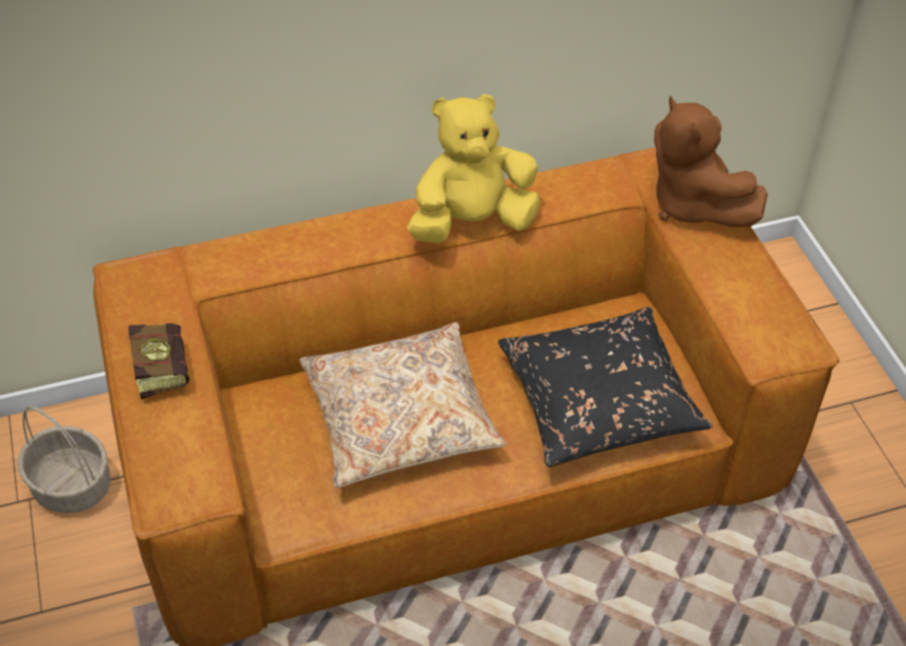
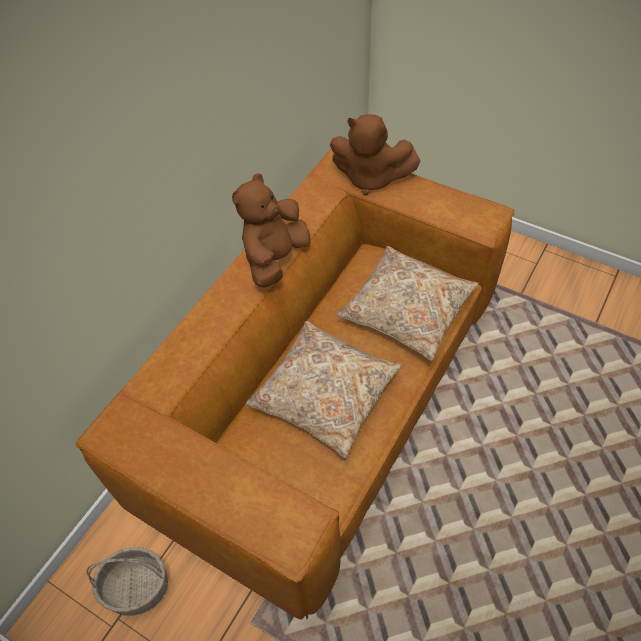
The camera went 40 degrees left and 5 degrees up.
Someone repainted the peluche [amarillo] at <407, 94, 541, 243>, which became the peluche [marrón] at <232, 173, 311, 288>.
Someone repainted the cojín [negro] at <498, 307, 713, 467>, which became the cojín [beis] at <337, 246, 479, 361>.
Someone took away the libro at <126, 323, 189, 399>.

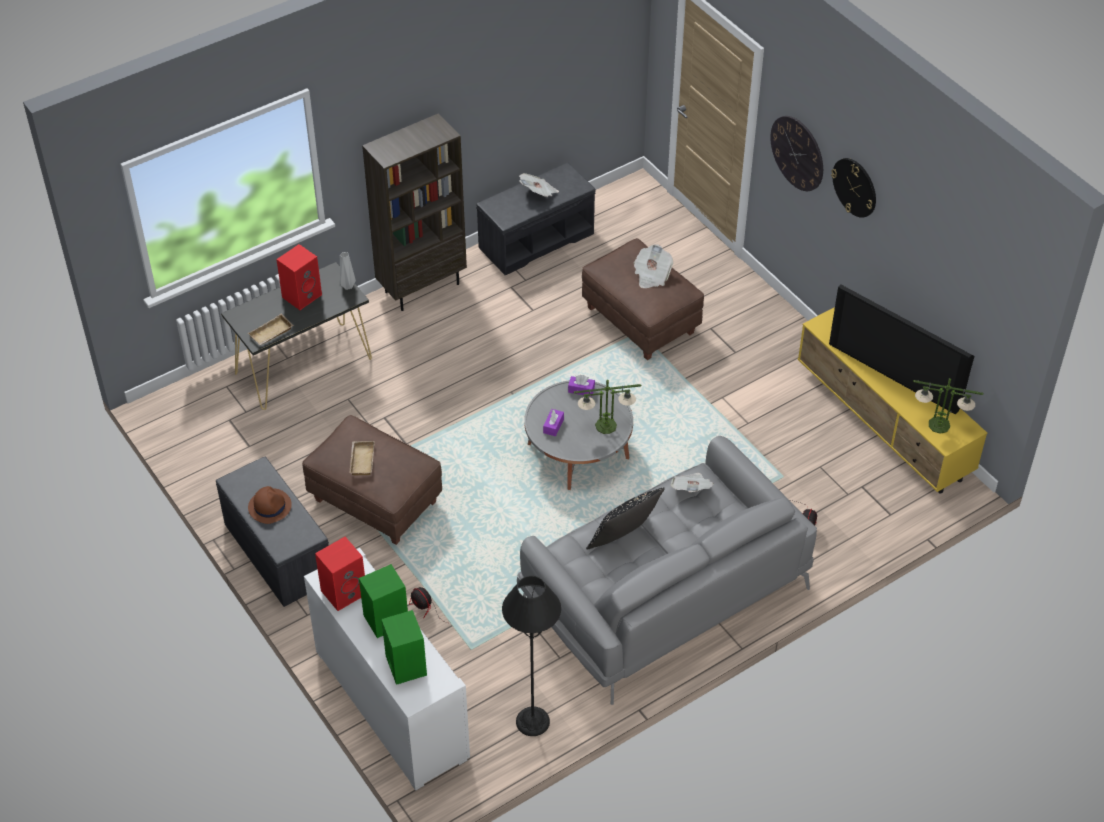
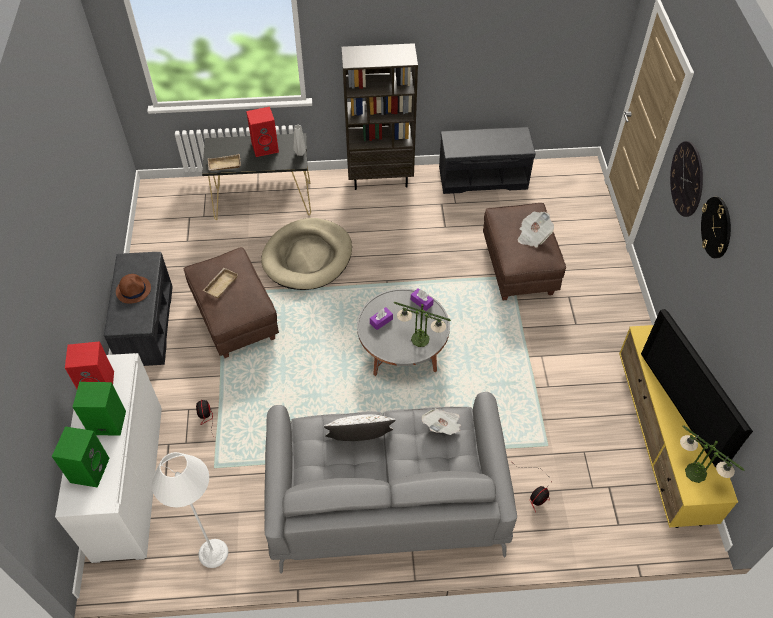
The camera went 30 degrees right and 5 degrees up.
Someone repainted the lámpara de pie [negro] at <502, 576, 561, 736>, which became the lámpara de pie [blanco] at <152, 452, 228, 568>.
Someone put down the cama para perro [beis] at <261, 218, 352, 290>.
Someone repainted the cojín [negro] at <586, 487, 665, 550>, which became the cojín [blanco] at <324, 415, 396, 441>.
Someone took away the periódico at <519, 173, 559, 197>.

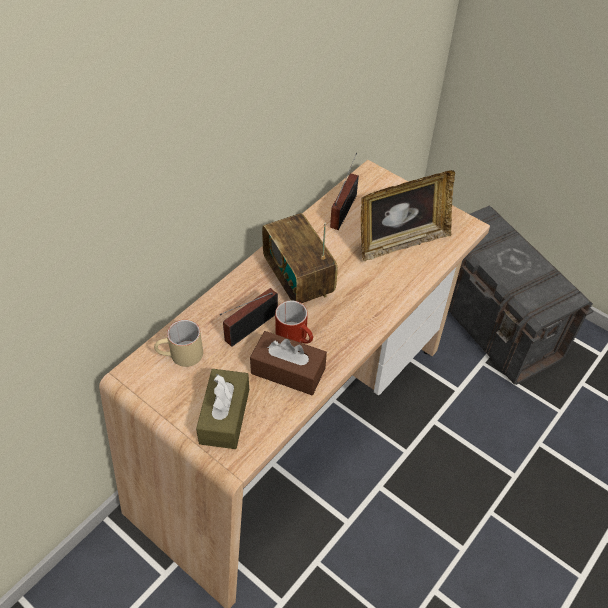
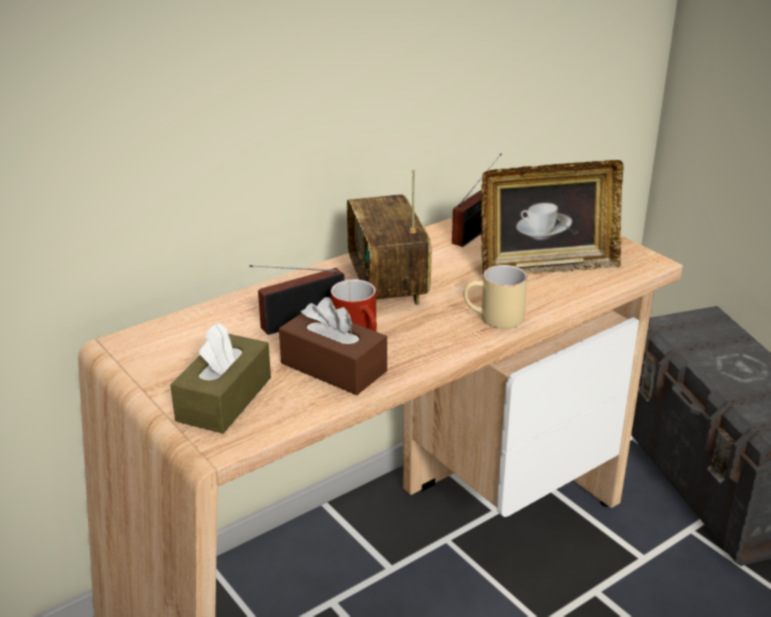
The camera went 15 degrees right and 20 degrees down.
Someone carried the taza grande [beis] from <154, 320, 203, 367> to <463, 265, 528, 329>.

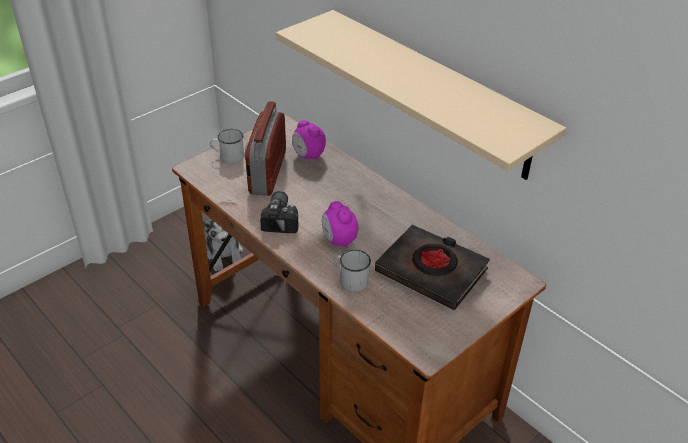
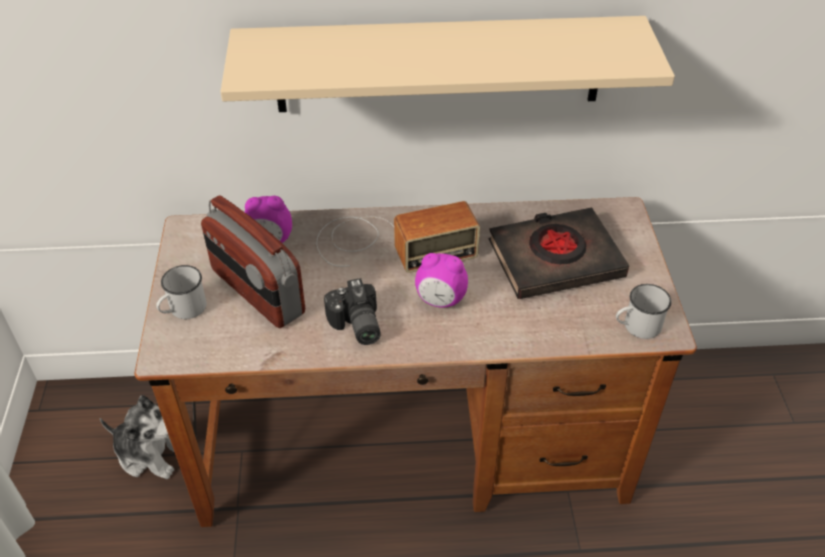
The camera went 50 degrees left and 5 degrees up.
Someone put down the radio at <316, 201, 480, 273>.
Someone rotated the cámara at <260, 191, 299, 233> by 150 degrees counterclockwise.
Someone carried the taza grande [blanco] from <334, 250, 371, 292> to <616, 284, 672, 339>.

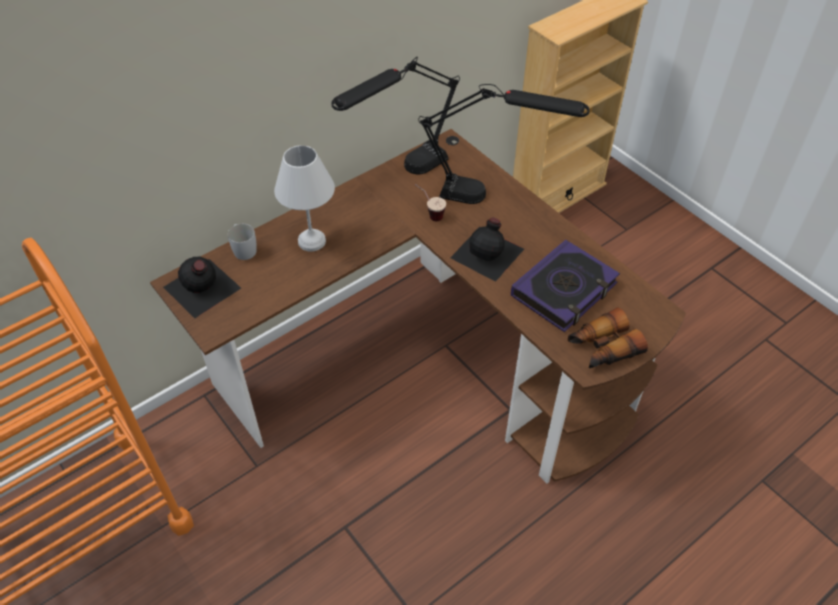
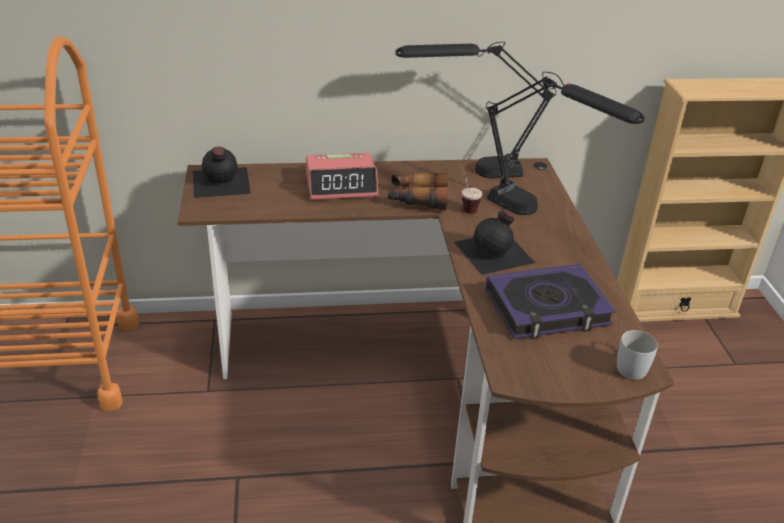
The camera went 30 degrees right and 15 degrees down.
Someone swapped the lámpara de mesa [blanco] at <274, 145, 335, 252> for the despertador at <306, 153, 378, 200>.
Someone carried the prismáticos from <568, 308, 648, 368> to <388, 172, 449, 211>.
Someone carried the taza grande [blanco] from <228, 224, 257, 260> to <617, 330, 658, 379>.

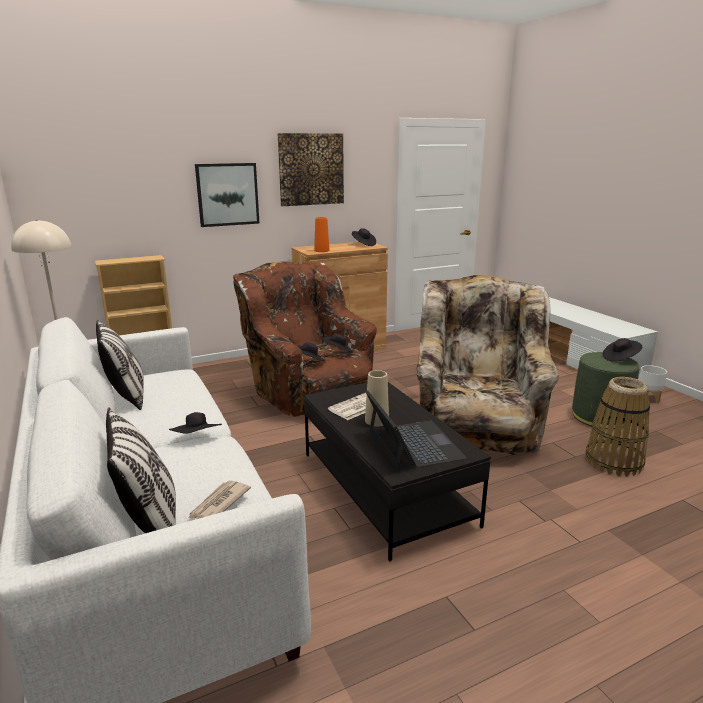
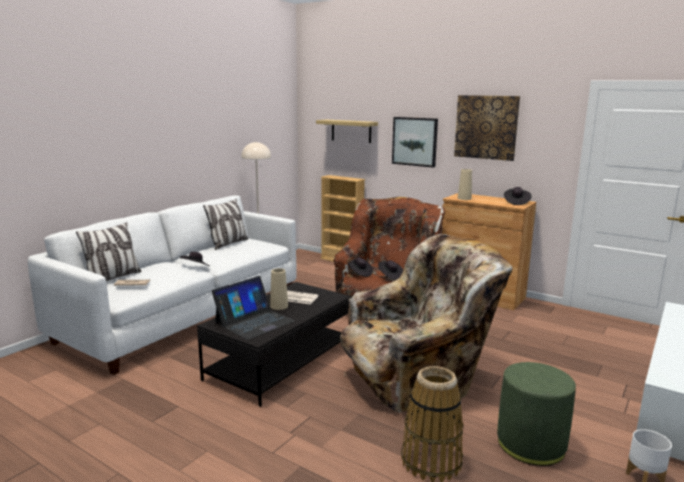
The camera went 60 degrees right and 5 degrees down.
Someone put up the estante at <316, 120, 378, 143>.
Someone repainted the florero [naranja] at <314, 217, 330, 252>, which became the florero [beis] at <458, 169, 472, 200>.
Someone took away the sombrero [negro] at <603, 338, 642, 362>.

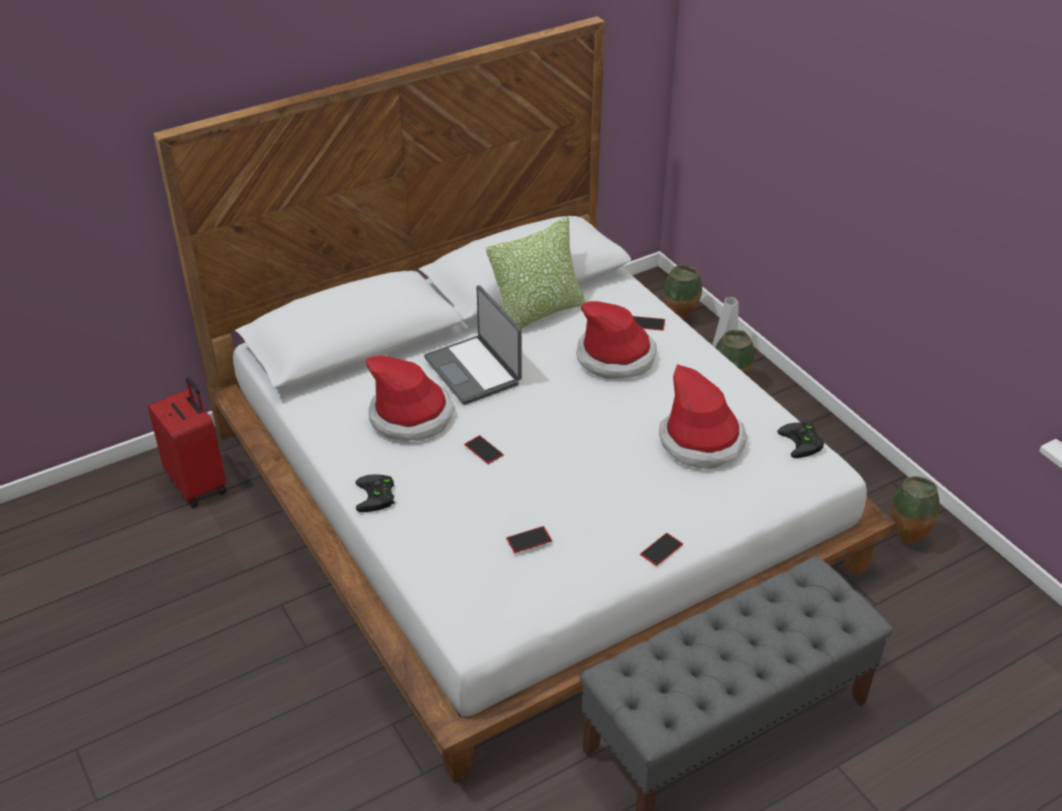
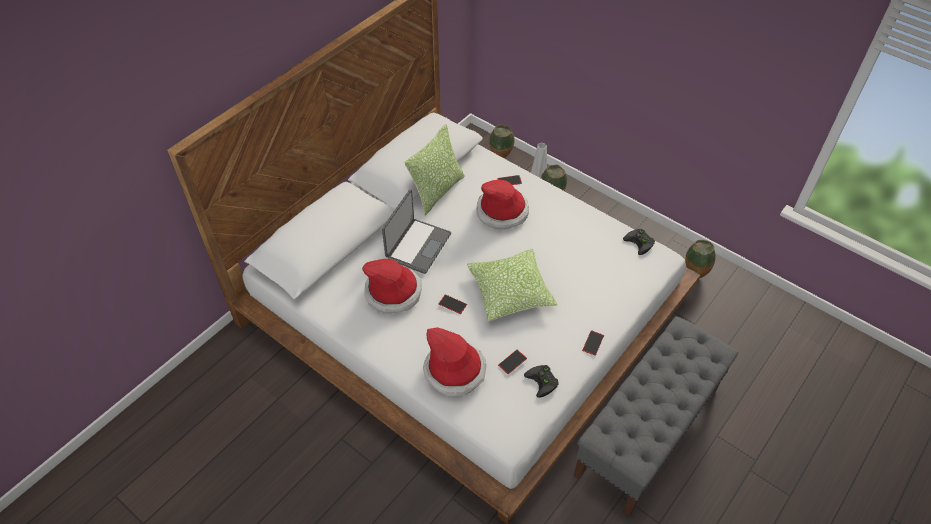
The camera went 20 degrees left and 10 degrees up.
Someone rotated the portátil at <424, 285, 522, 405> by 105 degrees counterclockwise.
Someone carried the sombrero from <659, 364, 747, 469> to <423, 327, 486, 397>.
Someone put down the cojín at <467, 249, 557, 321>.
Someone carried the mando de consola [negro] from <355, 474, 395, 512> to <524, 365, 559, 398>.
Someone took away the maleta [rojo] at <148, 377, 227, 508>.

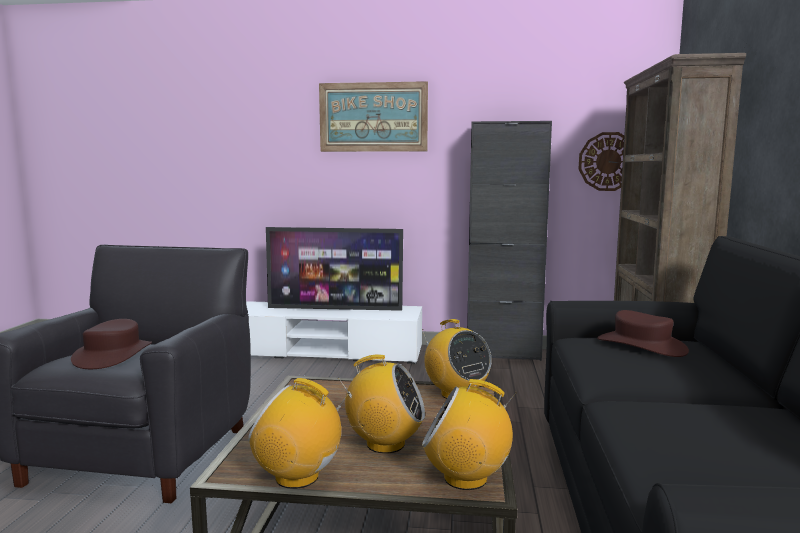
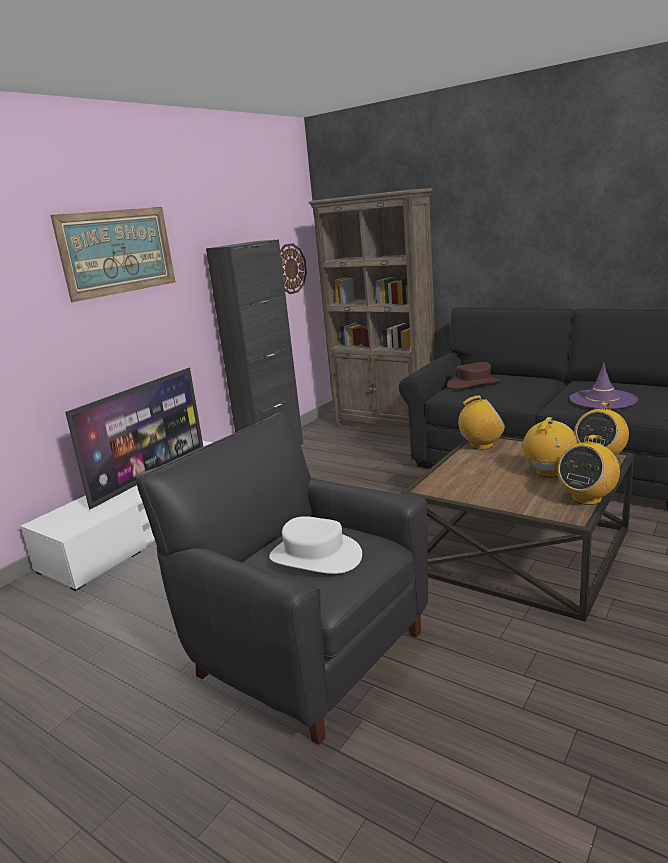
The camera went 60 degrees left and 10 degrees up.
Someone repainted the sombrero [marrón] at <71, 319, 152, 369>, which became the sombrero [blanco] at <269, 516, 362, 574>.
Someone put down the sombrero [morado] at <570, 363, 638, 409>.

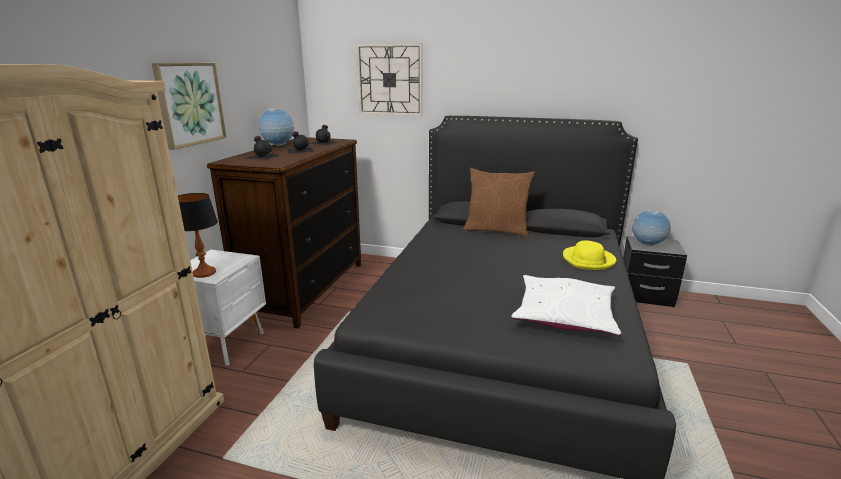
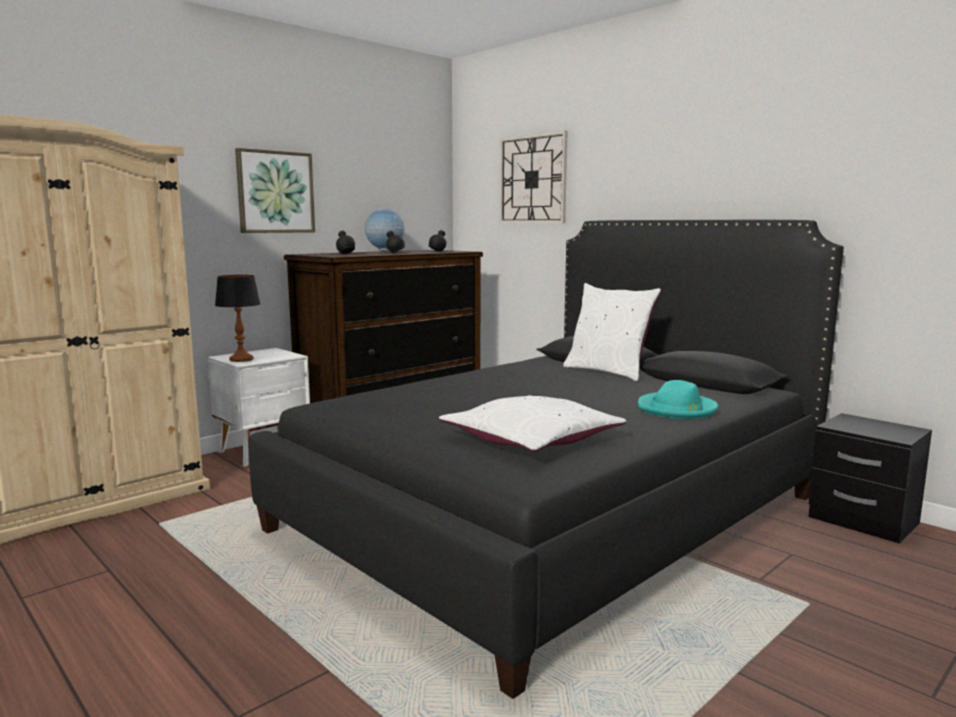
The camera went 30 degrees right and 10 degrees down.
Someone repainted the cojín [marrón] at <463, 168, 535, 237>, which became the cojín [blanco] at <563, 283, 661, 382>.
Someone repainted the sombrero [amarillo] at <563, 240, 616, 270>, which became the sombrero [turquesa] at <638, 380, 718, 419>.
Someone took away the globo terráqueo at <632, 209, 671, 246>.

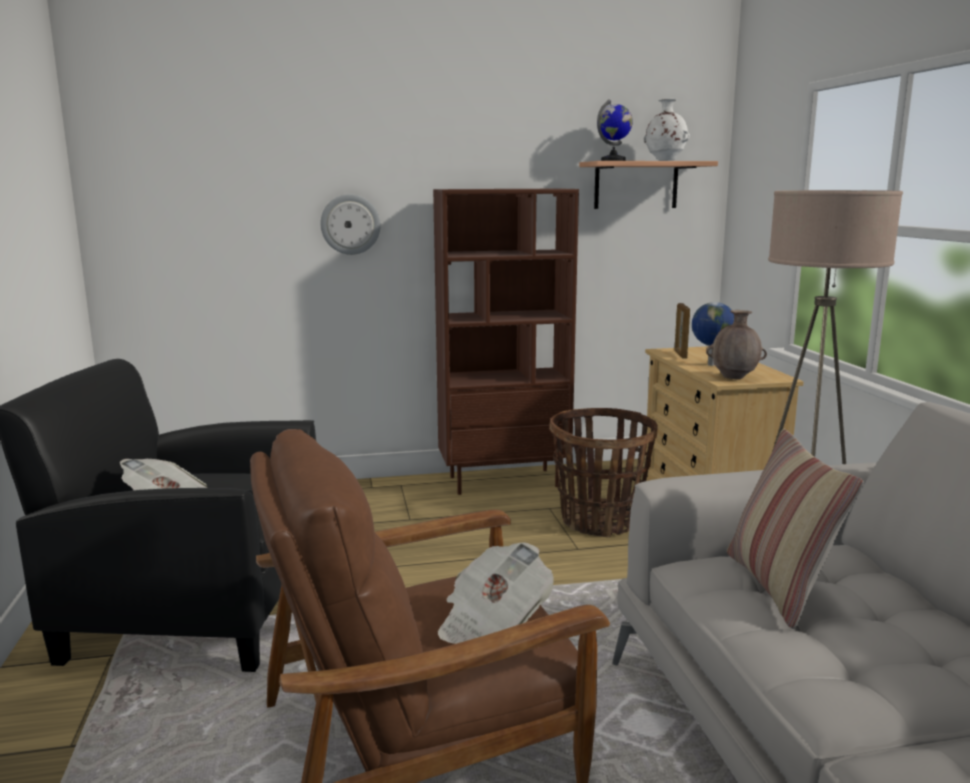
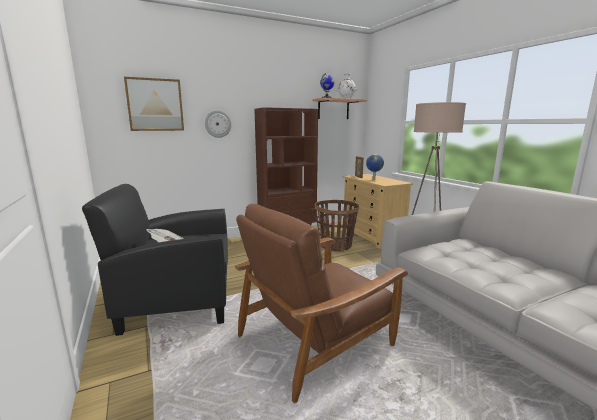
The camera went 15 degrees left and 0 degrees up.
Someone put up the cuadro at <124, 77, 184, 131>.
Someone took away the periódico at <438, 542, 554, 644>.
Someone took away the florero [marrón] at <706, 310, 767, 380>.
Someone took away the cojín at <727, 429, 864, 629>.

